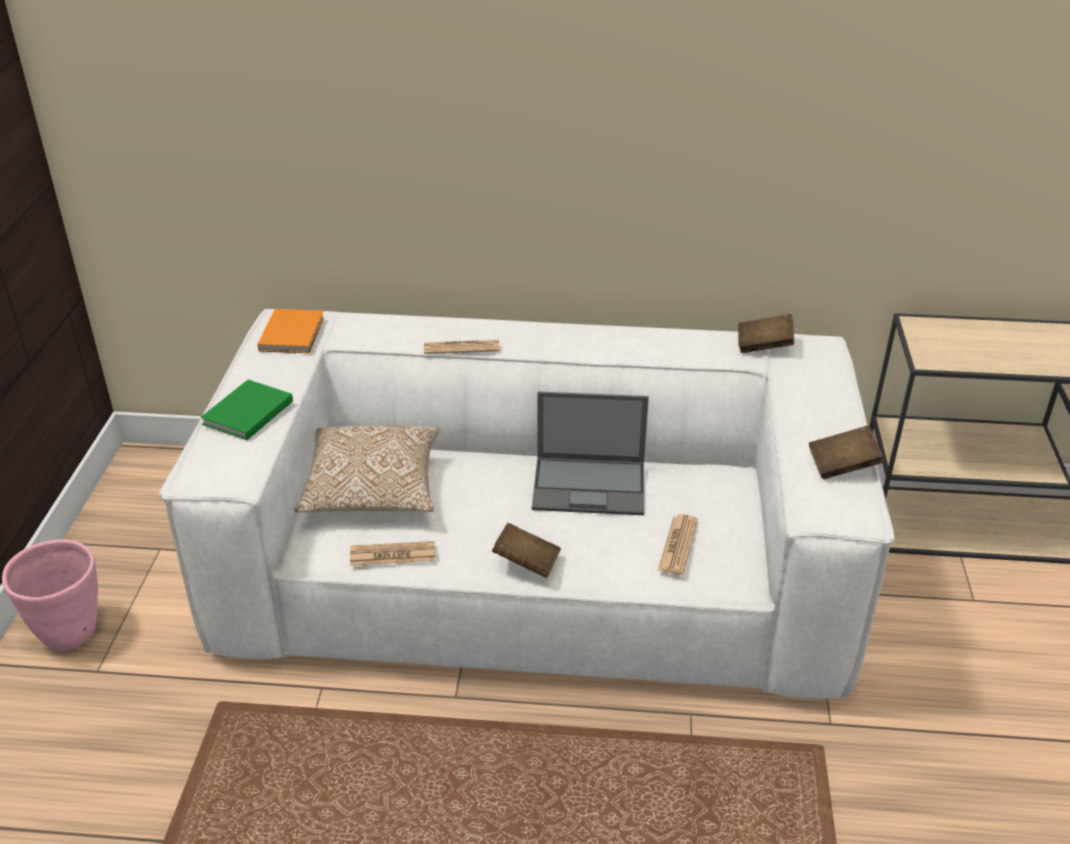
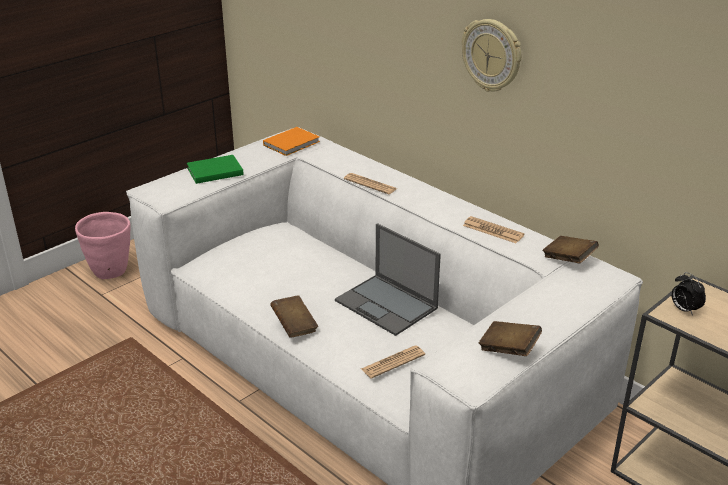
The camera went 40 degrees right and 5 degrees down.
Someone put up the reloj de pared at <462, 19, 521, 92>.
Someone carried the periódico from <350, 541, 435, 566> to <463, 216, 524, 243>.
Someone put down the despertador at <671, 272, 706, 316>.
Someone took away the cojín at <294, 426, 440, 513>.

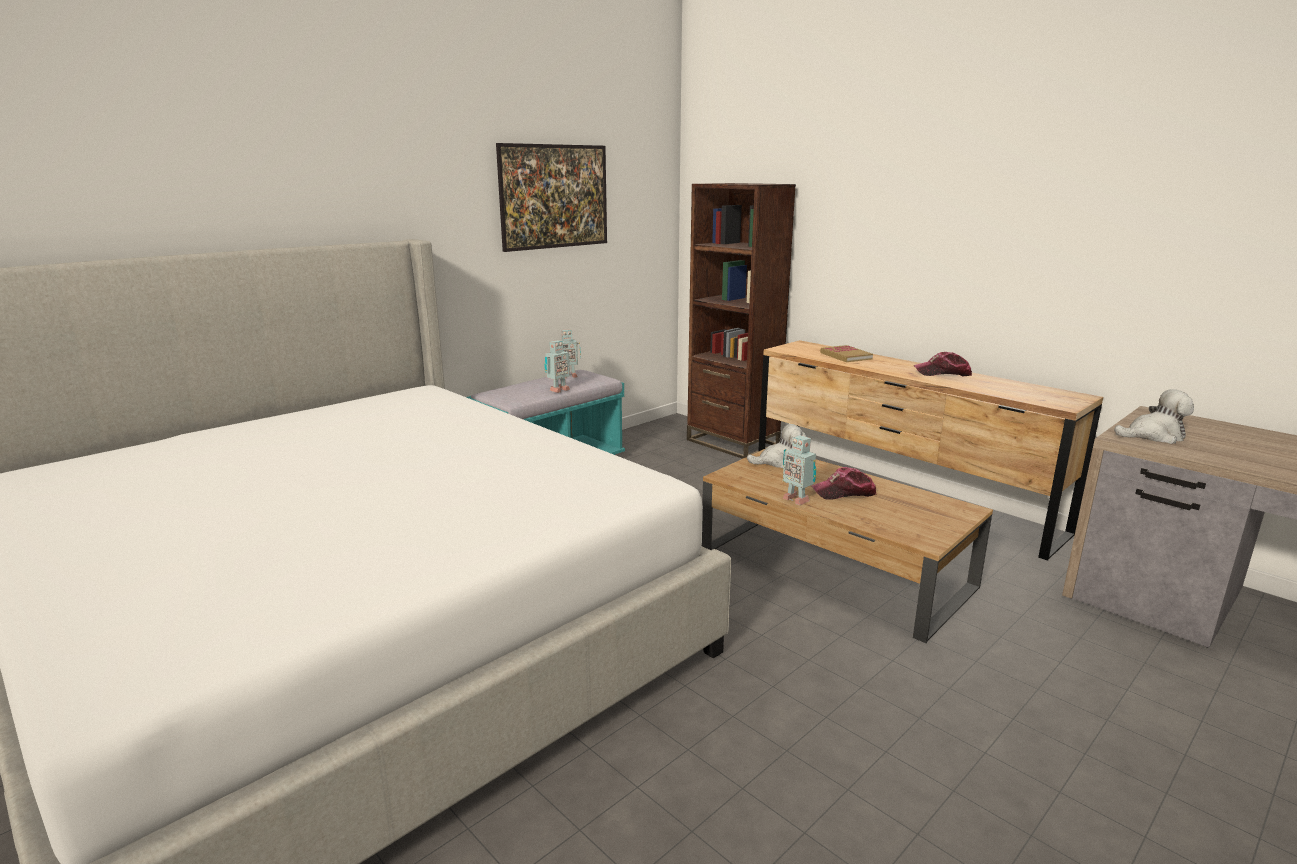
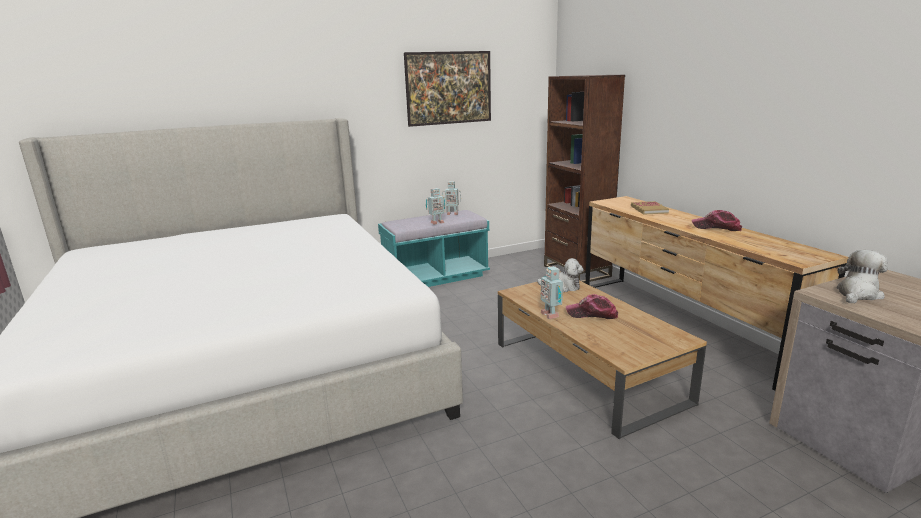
The camera went 20 degrees right and 0 degrees up.
Someone rotated the peluche at <1114, 389, 1194, 444> by 60 degrees counterclockwise.

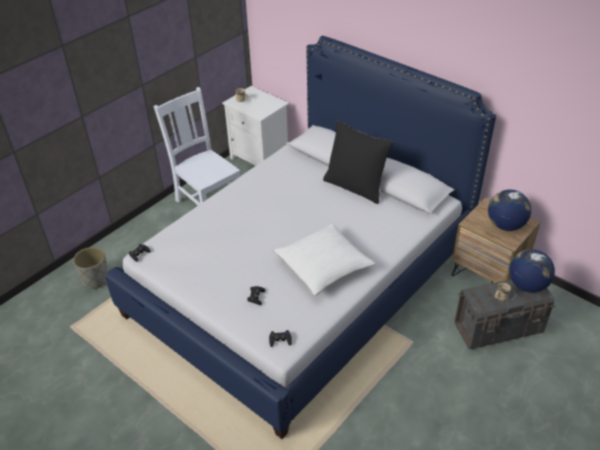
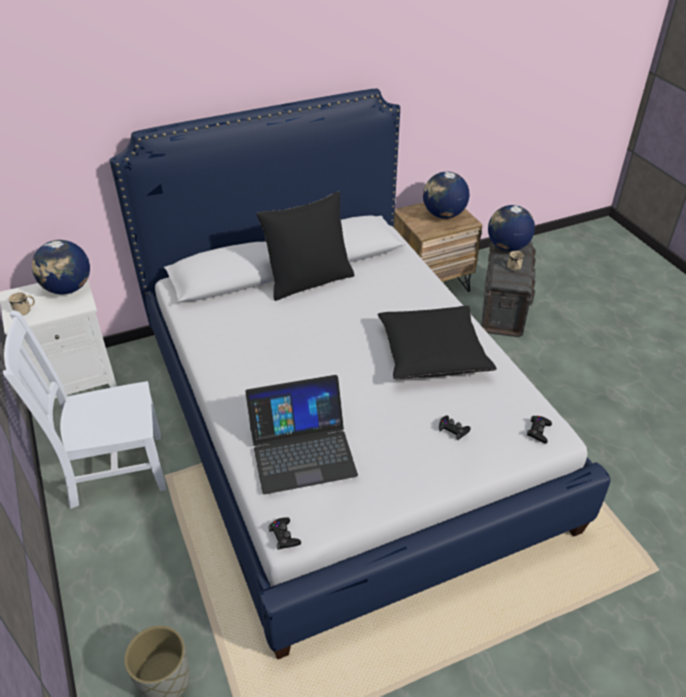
The camera went 65 degrees left and 0 degrees up.
Someone put down the globo terráqueo at <32, 240, 90, 294>.
Someone put down the portátil at <245, 375, 358, 494>.
Someone repainted the cojín [blanco] at <273, 223, 376, 296>, which became the cojín [negro] at <377, 306, 497, 379>.

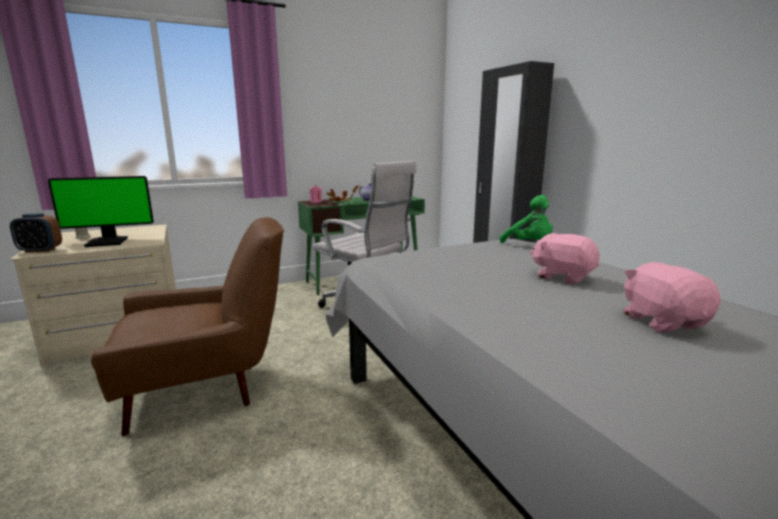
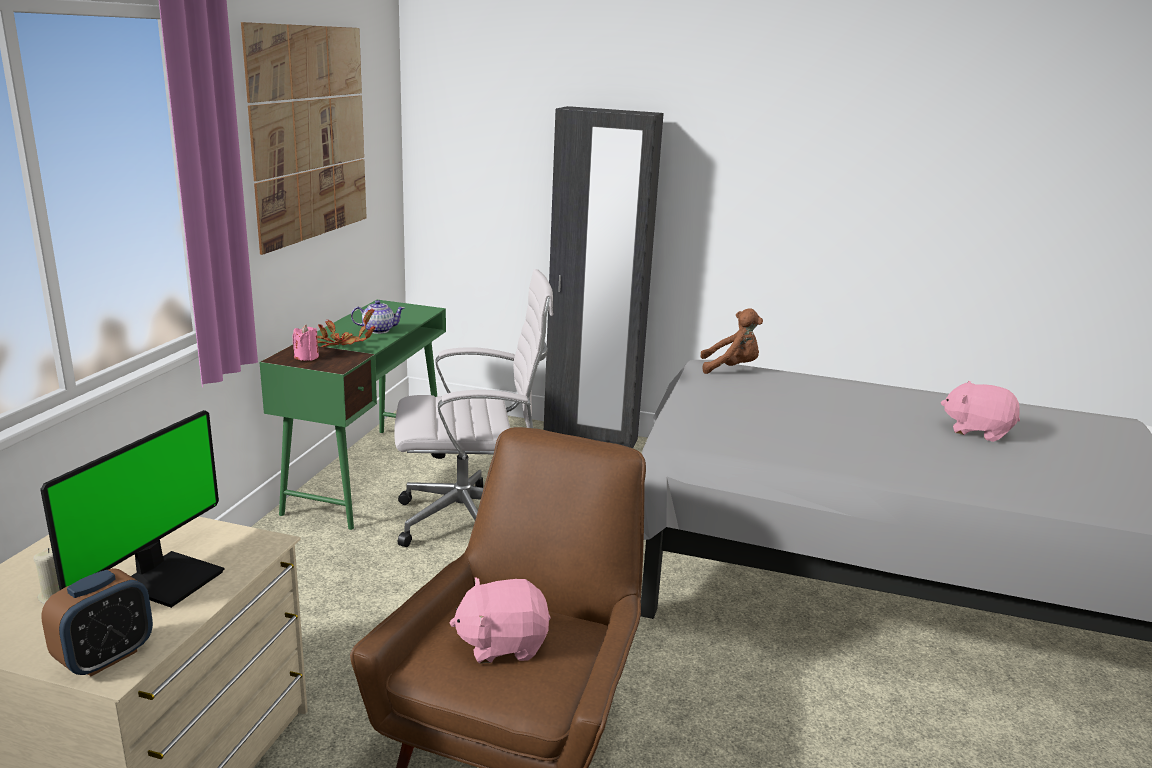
The camera went 50 degrees left and 5 degrees up.
Someone put up the cuadro at <241, 22, 367, 255>.
Someone carried the peluche [rosa] from <530, 233, 600, 285> to <450, 577, 551, 664>.
Someone repainted the peluche [verde] at <500, 195, 553, 243>, which became the peluche [marrón] at <700, 308, 763, 374>.

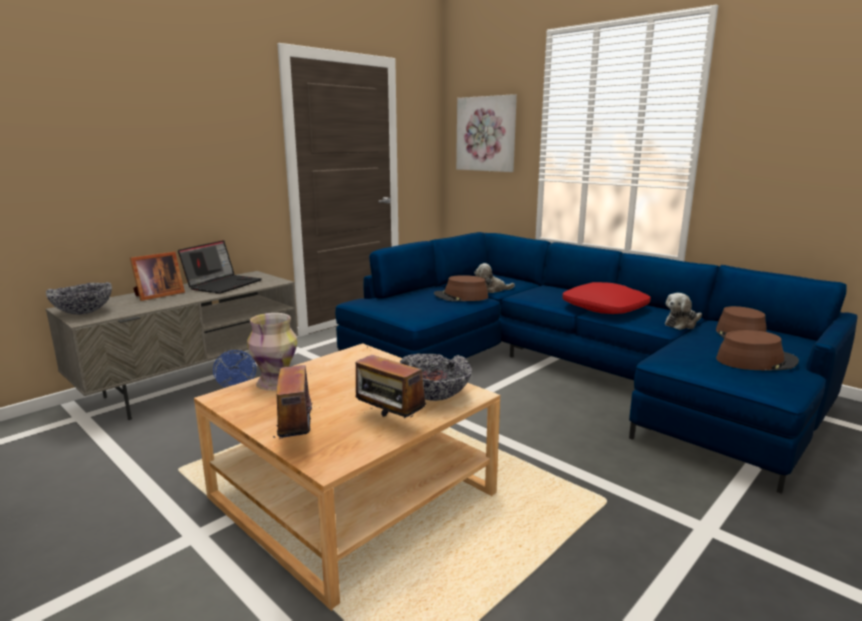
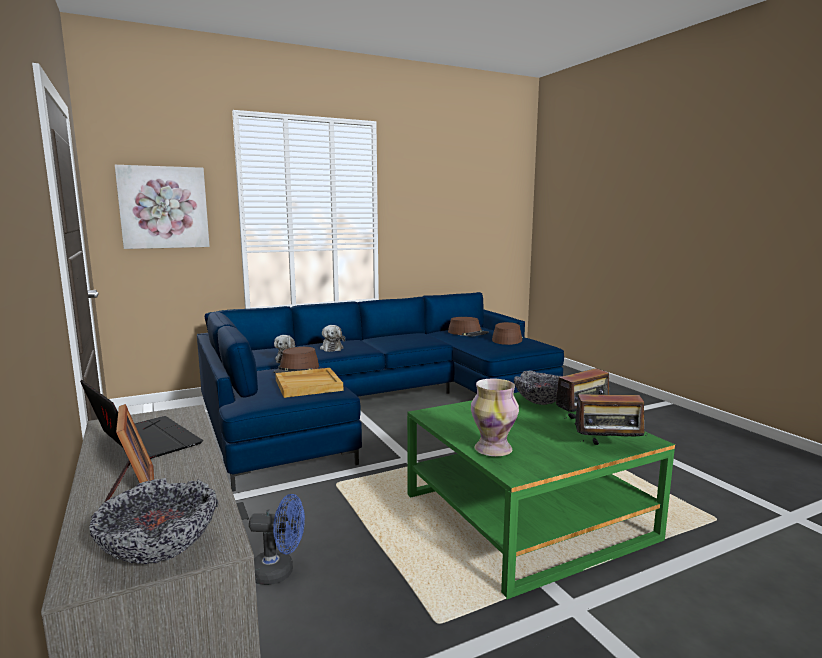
The camera went 70 degrees left and 5 degrees down.
Someone put down the bandeja [beis] at <275, 368, 343, 398>.
Someone carried the peluche from <665, 293, 702, 330> to <320, 325, 345, 352>.
Someone repainted the mesa de centro [beis] at <194, 343, 500, 611>, which became the mesa de centro [verde] at <407, 392, 675, 600>.
Someone took away the cojín [rojo] at <562, 282, 651, 314>.

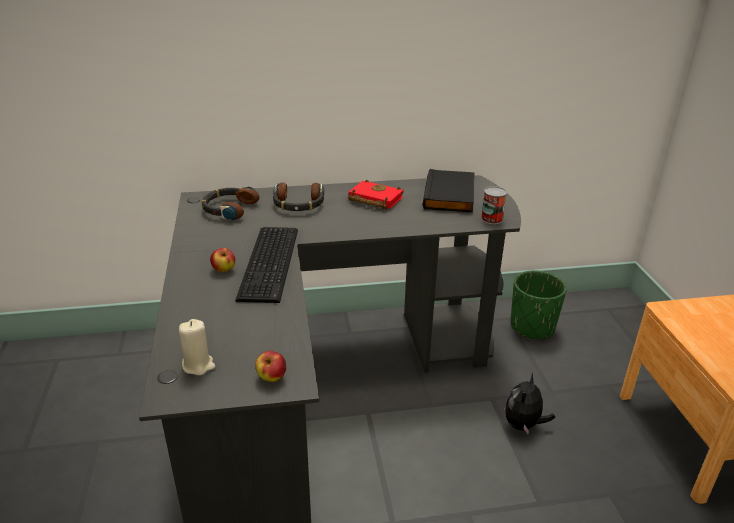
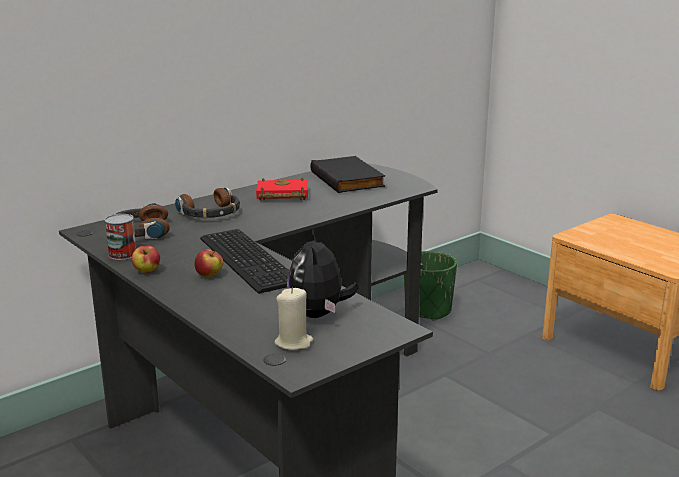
The camera went 30 degrees left and 10 degrees down.
Someone carried the lata from <481, 186, 507, 224> to <105, 214, 136, 260>.
Someone carried the manzana from <255, 351, 286, 382> to <132, 246, 160, 273>.
Someone carried the peluche from <505, 373, 555, 435> to <287, 230, 358, 318>.

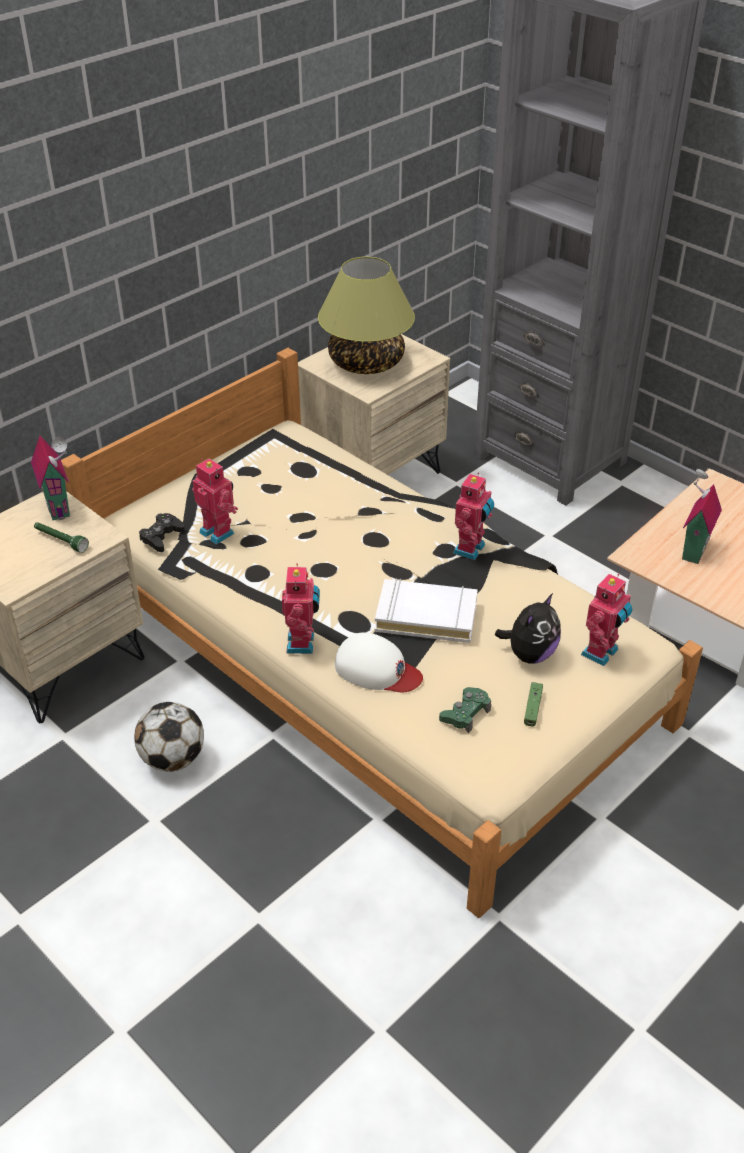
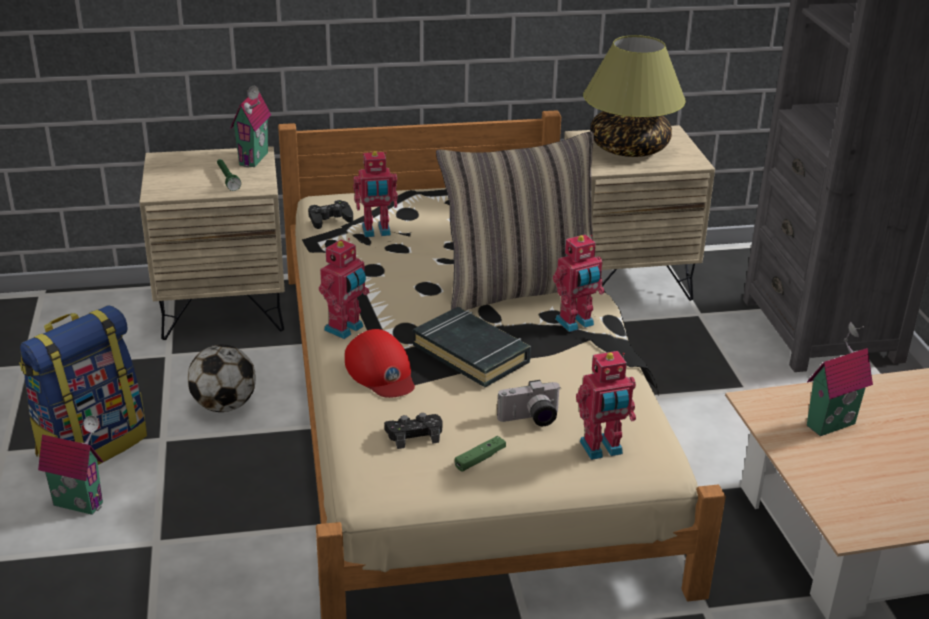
The camera went 35 degrees right and 10 degrees down.
Someone put down the mochila at <19, 305, 147, 465>.
Someone put down the casita at <38, 415, 103, 515>.
Someone repainted the gorra [blanco] at <335, 632, 423, 693>, which became the gorra [rojo] at <345, 329, 415, 398>.
Someone rotated the robot de juguete at <192, 459, 238, 545> by 90 degrees clockwise.
Someone repainted the mando de consola [verde] at <439, 687, 491, 733>, which became the mando de consola [negro] at <384, 413, 442, 449>.
Someone repainted the libro [blanco] at <375, 578, 477, 643>, which became the libro [negro] at <413, 307, 531, 387>.
Someone put down the cojín at <436, 132, 603, 310>.
Someone swapped the peluche at <495, 593, 561, 664> for the cámara at <497, 380, 560, 426>.

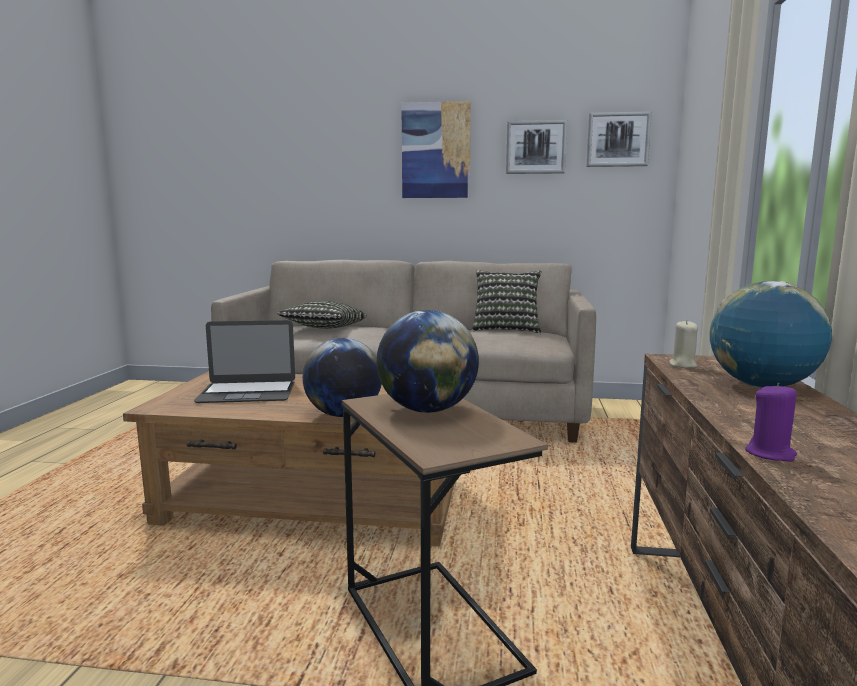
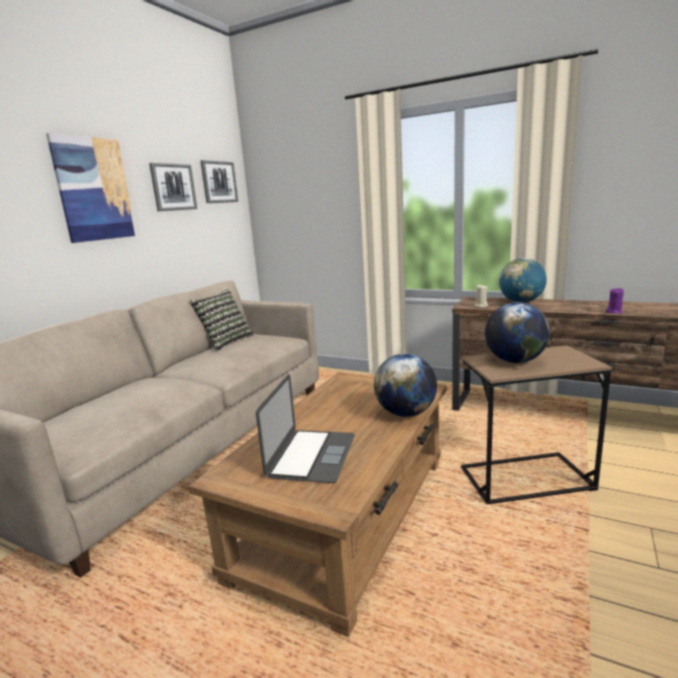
The camera went 70 degrees left and 5 degrees up.
Someone took away the cojín at <277, 301, 367, 329>.

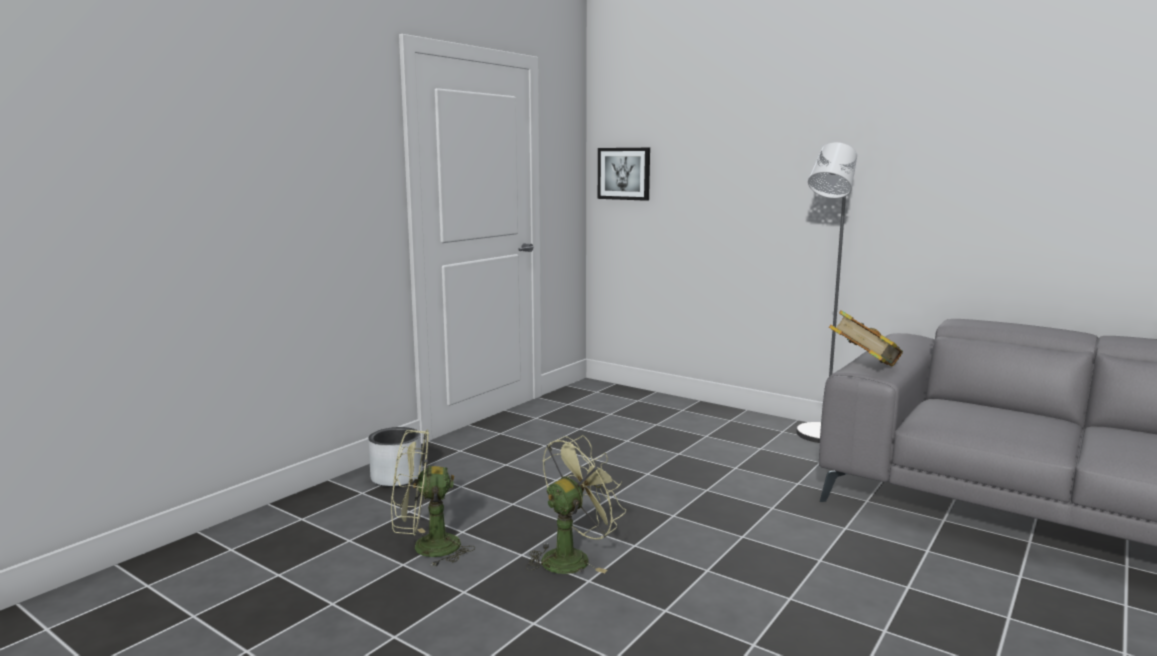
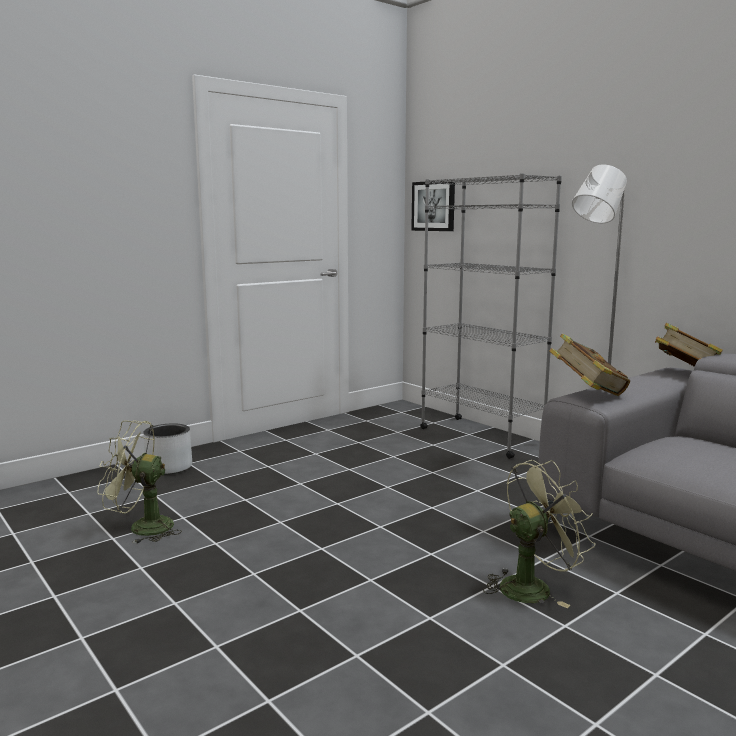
The camera went 15 degrees right and 0 degrees up.
Someone put down the estantería [gris] at <420, 173, 562, 459>.
Someone carried the ventilador [verde] from <526, 435, 626, 574> to <483, 460, 595, 608>.
Someone put down the libro at <655, 323, 723, 367>.

